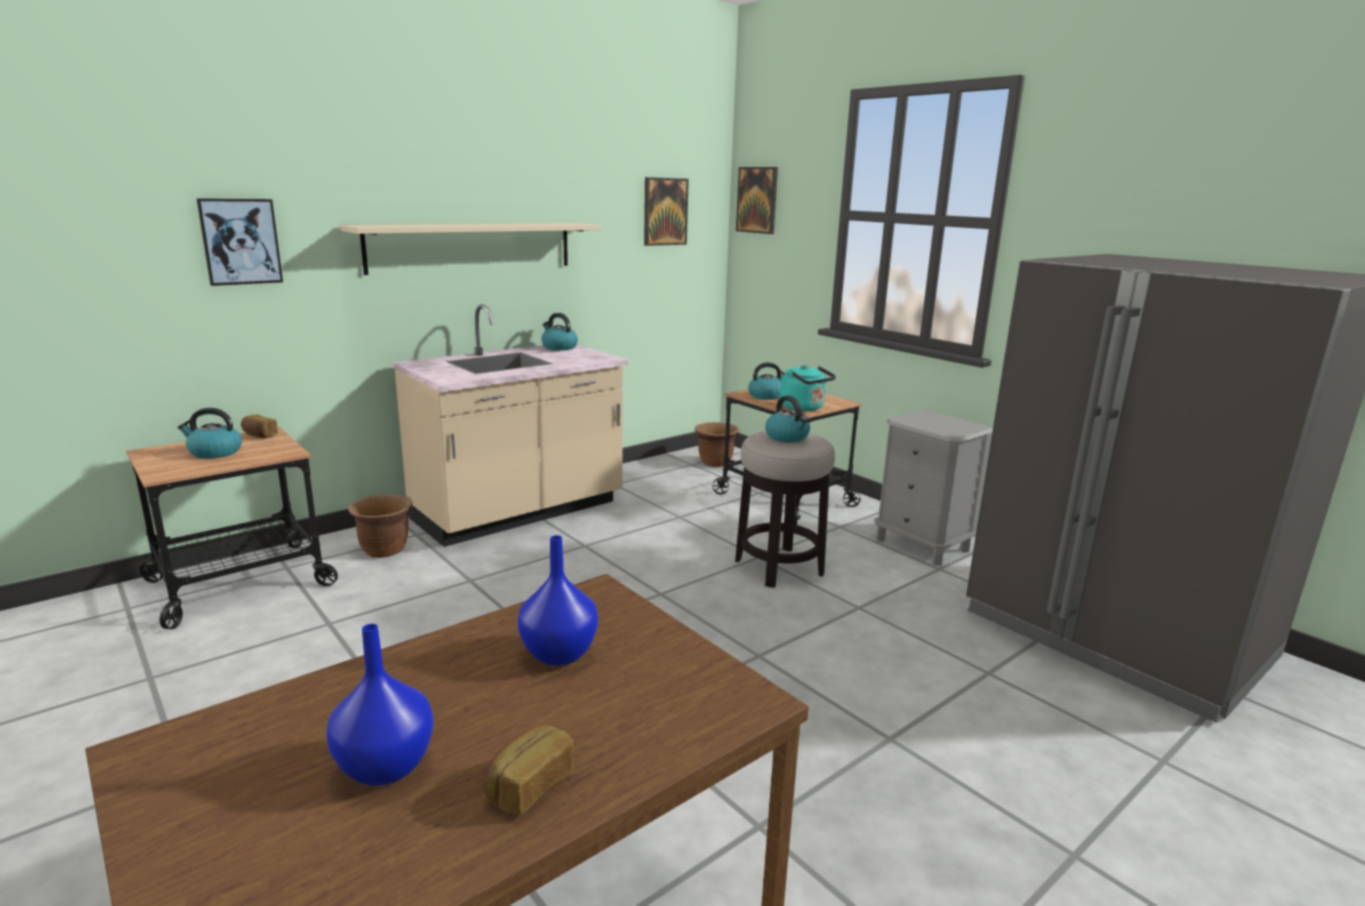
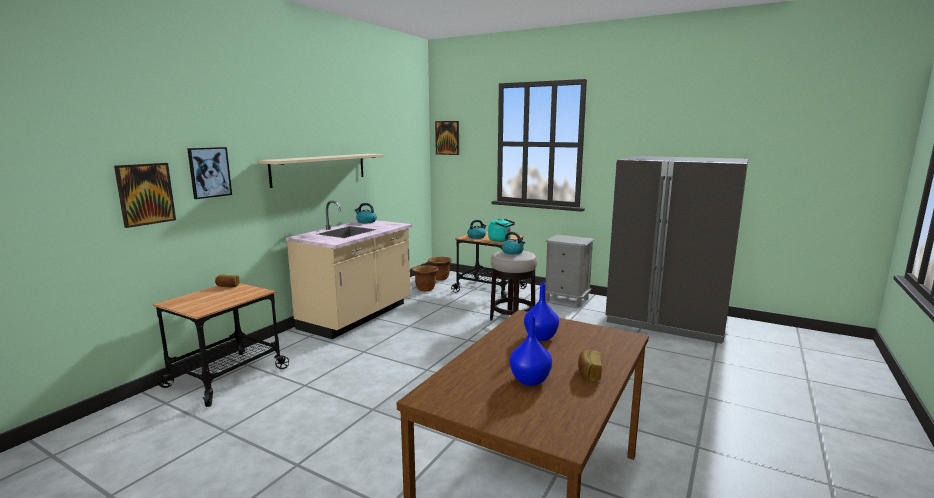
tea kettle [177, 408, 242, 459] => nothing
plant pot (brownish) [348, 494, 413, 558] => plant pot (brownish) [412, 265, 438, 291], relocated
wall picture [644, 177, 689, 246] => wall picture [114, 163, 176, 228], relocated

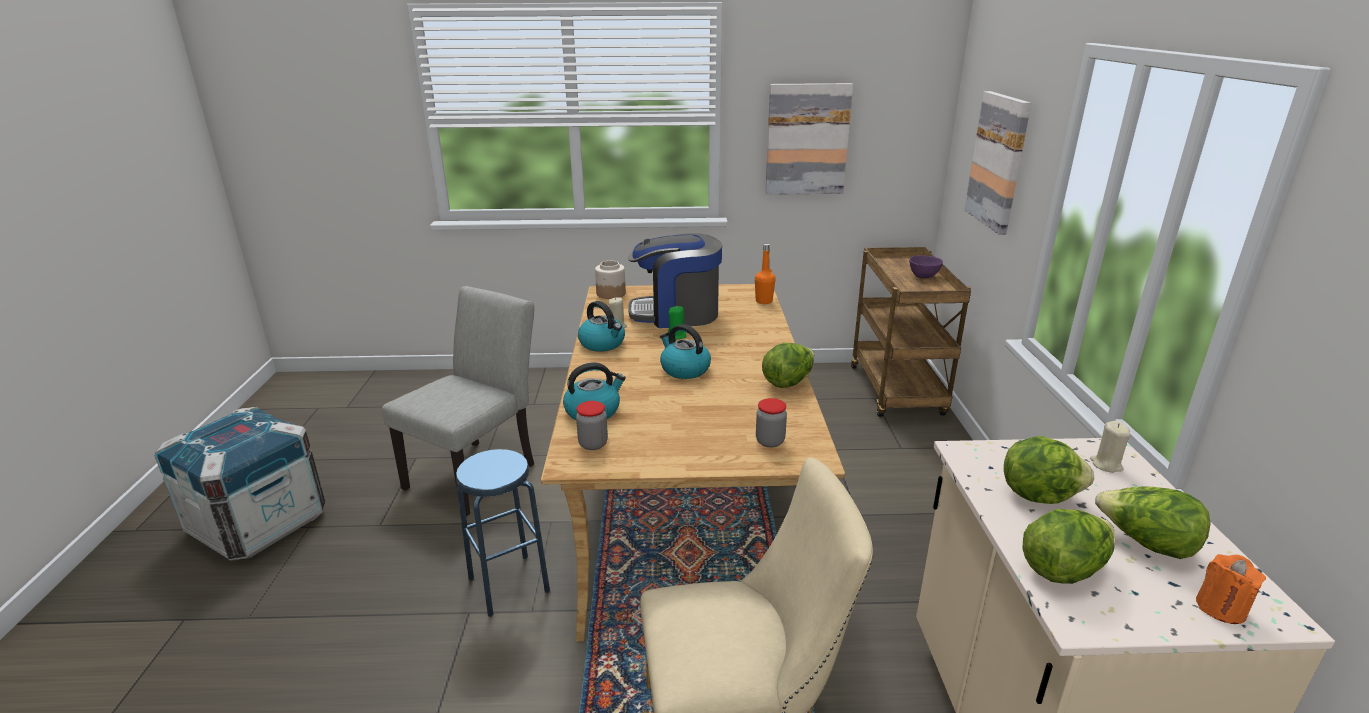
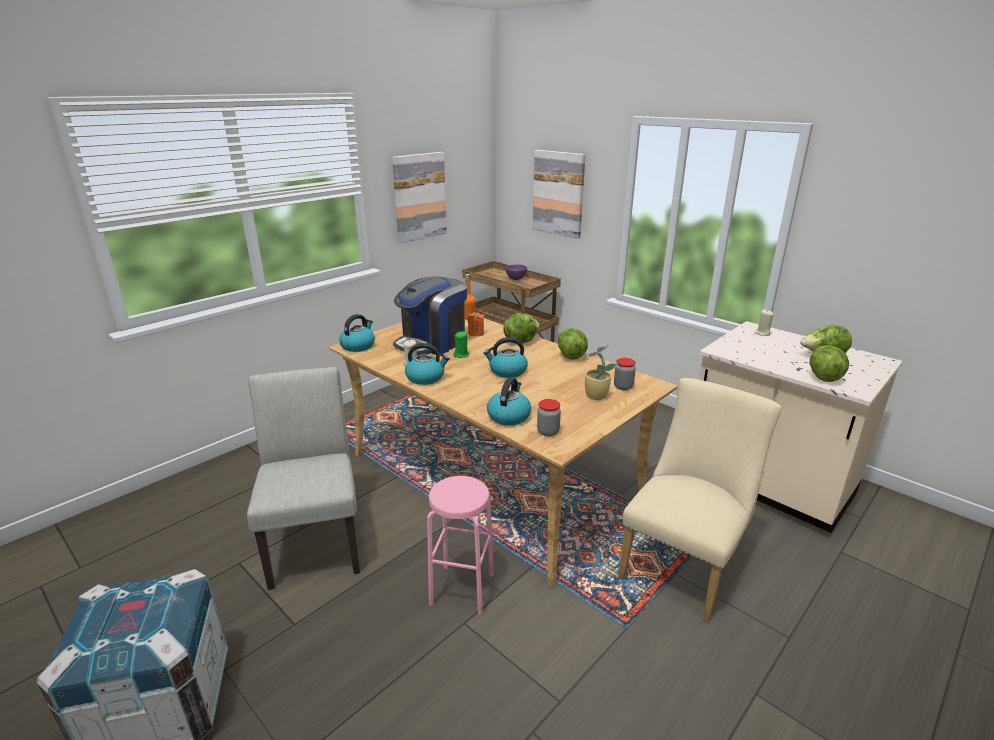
nothing => plant in a pot [583, 342, 616, 400]
head of lettuce [1004, 436, 1094, 504] => head of lettuce [503, 313, 540, 344], relocated
wax light (orange-coloured) [1196, 554, 1266, 624] => wax light (orange-coloured) [468, 311, 484, 336], relocated
preserve jar [595, 261, 626, 299] => tea kettle [339, 314, 375, 352]
sitting stool (bluish) [456, 449, 550, 617] => sitting stool (pink) [427, 476, 494, 615]

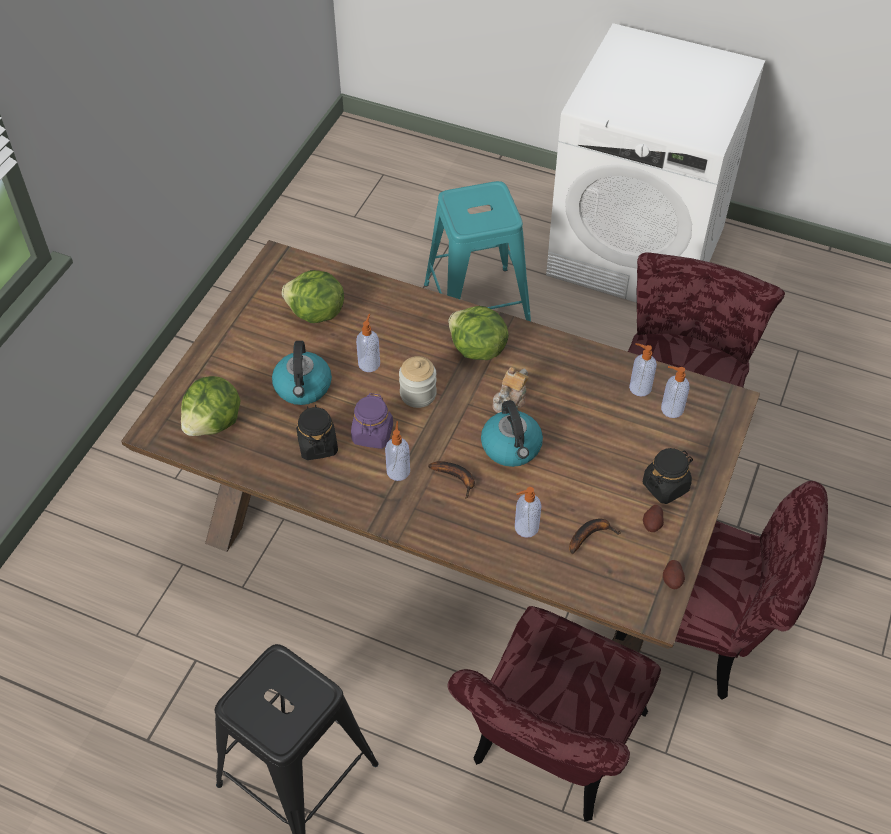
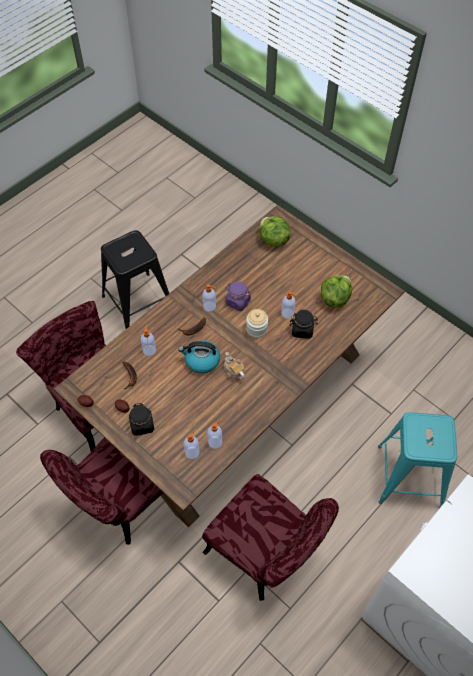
tea kettle [272, 341, 332, 405] => nothing
head of lettuce [448, 306, 509, 360] => nothing
preserve jar (blackish) [296, 405, 338, 460] => preserve jar (blackish) [290, 310, 318, 339], relocated

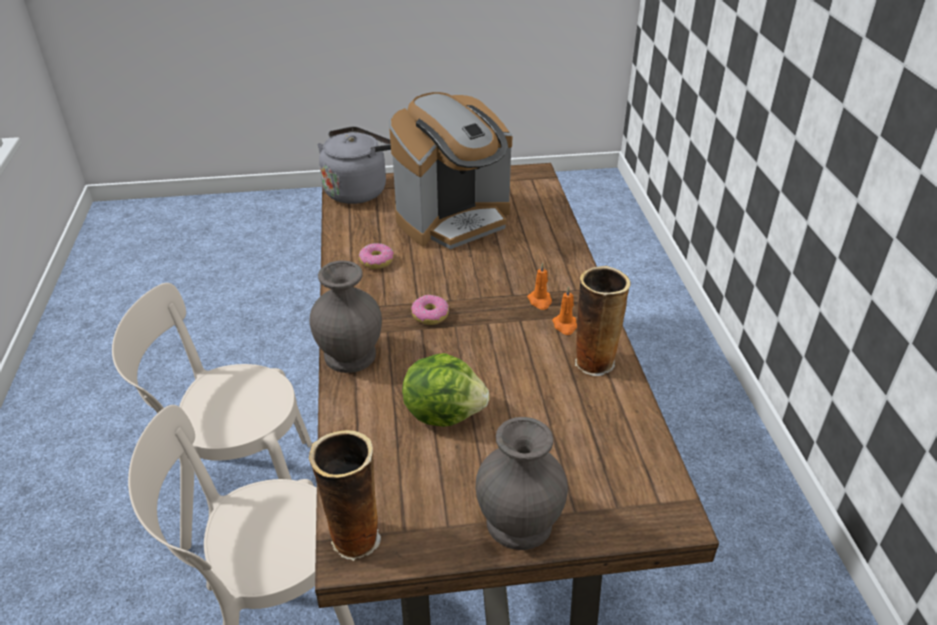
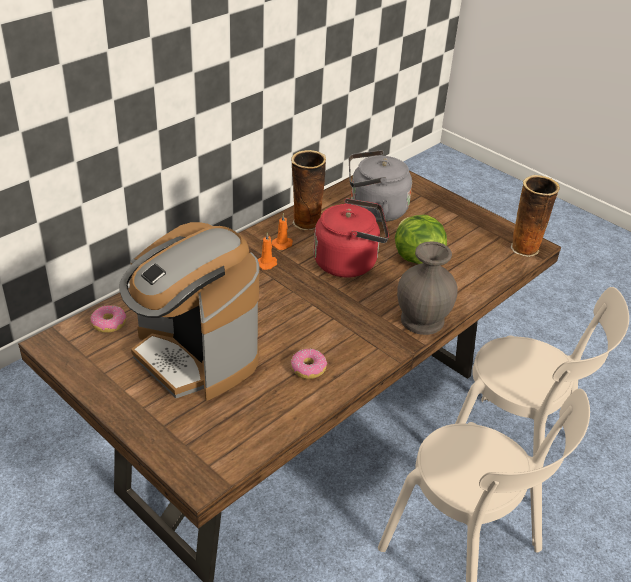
decorative vase (greyish) [476, 417, 568, 550] => nothing
nothing => tea kettle (red-coloured) [313, 198, 389, 278]
tea kettle (greyish) [317, 126, 391, 204] => tea kettle (greyish) [349, 150, 412, 222], relocated
ring doughnut [411, 295, 449, 325] => ring doughnut [91, 305, 126, 333], relocated
coffee brewer [389, 92, 513, 249] => coffee brewer [119, 222, 259, 401], 150 degrees counterclockwise

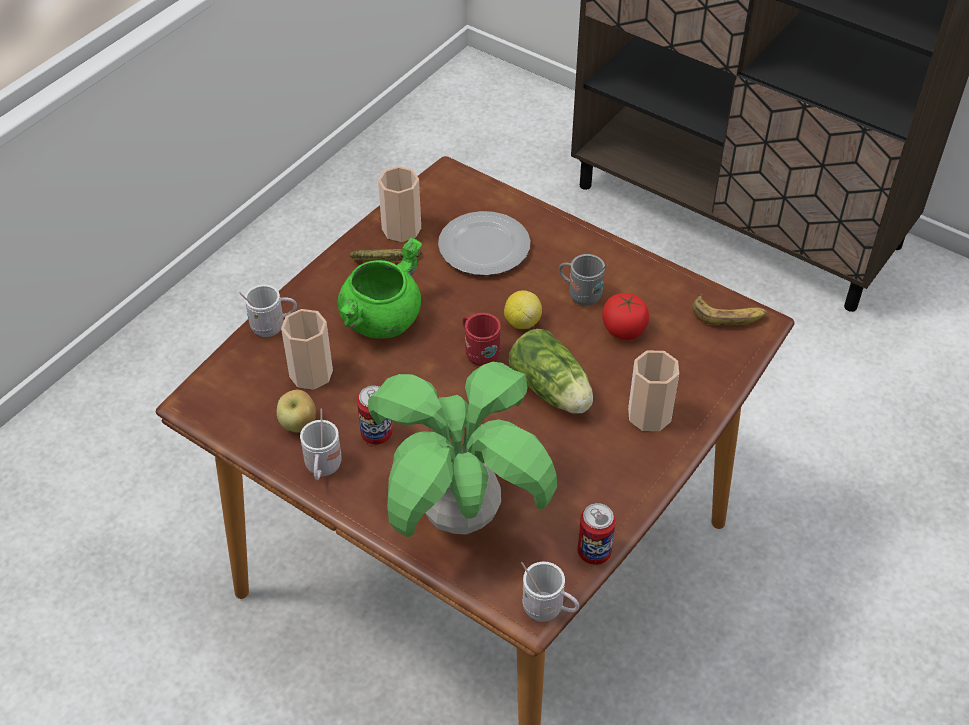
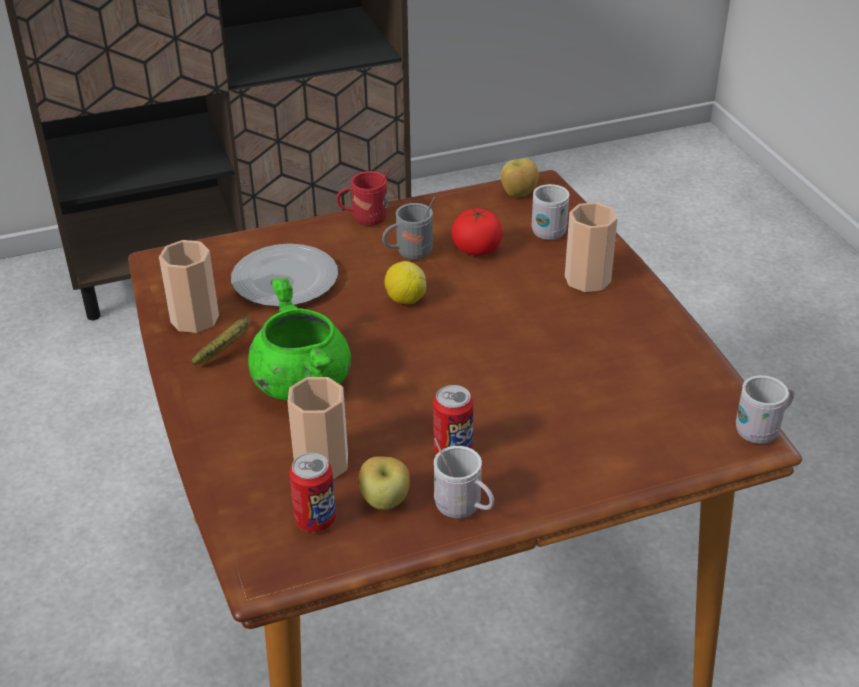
plant in a pot [368, 362, 557, 537] => nothing
head of lettuce [509, 329, 593, 414] => nothing
tea mug (white-coloured) [239, 284, 297, 337] => tea mug (white-coloured) [532, 184, 570, 240], relocated
tea mug (red-coloured) [462, 313, 501, 366] => tea mug (red-coloured) [336, 169, 390, 226], relocated
sealed can [577, 503, 616, 565] => sealed can [289, 453, 336, 532], relocated
banana fruit [692, 294, 767, 325] => apple [501, 158, 539, 197]

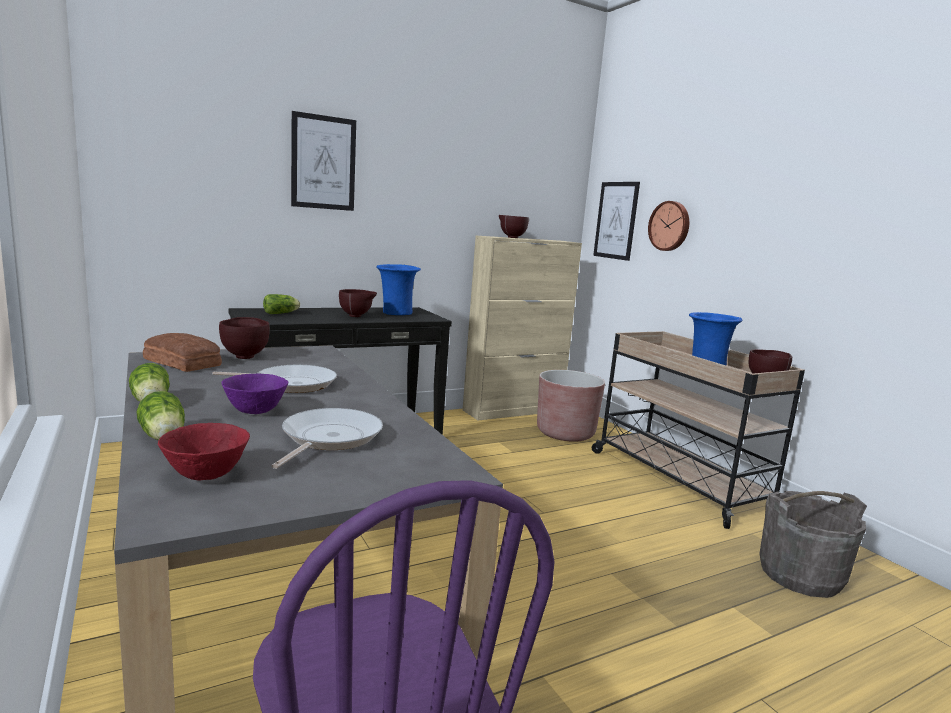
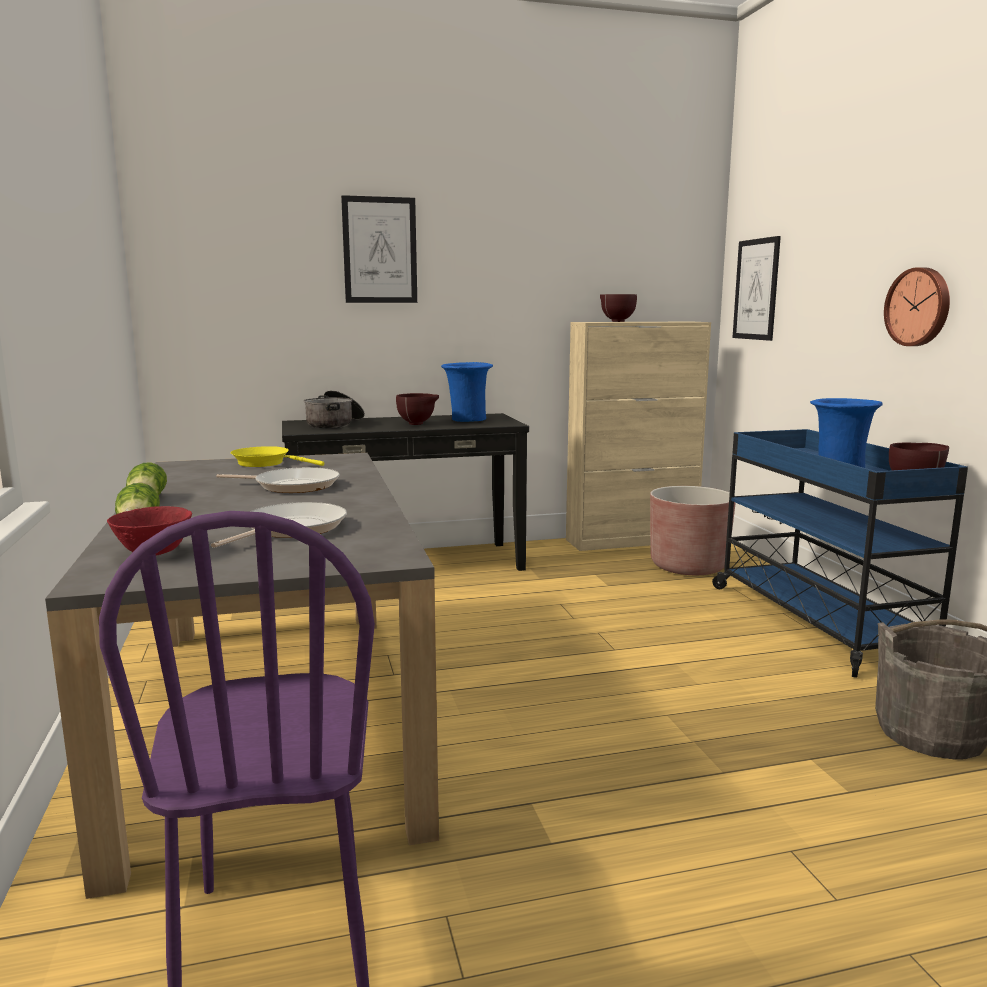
baked bread [143, 333, 222, 372] => nothing
bowl (purple-coloured) [222, 374, 289, 414] => nothing
wall clock [648, 201, 689, 251] => wall clock [884, 267, 950, 346], relocated
bowl (brownish) [219, 317, 270, 359] => frying pan (yellow) [231, 446, 324, 467]
head of lettuce [263, 294, 300, 314] => saucepot [304, 390, 365, 428]
cart (beige) [592, 331, 805, 529] => cart (bluish) [712, 429, 968, 678]

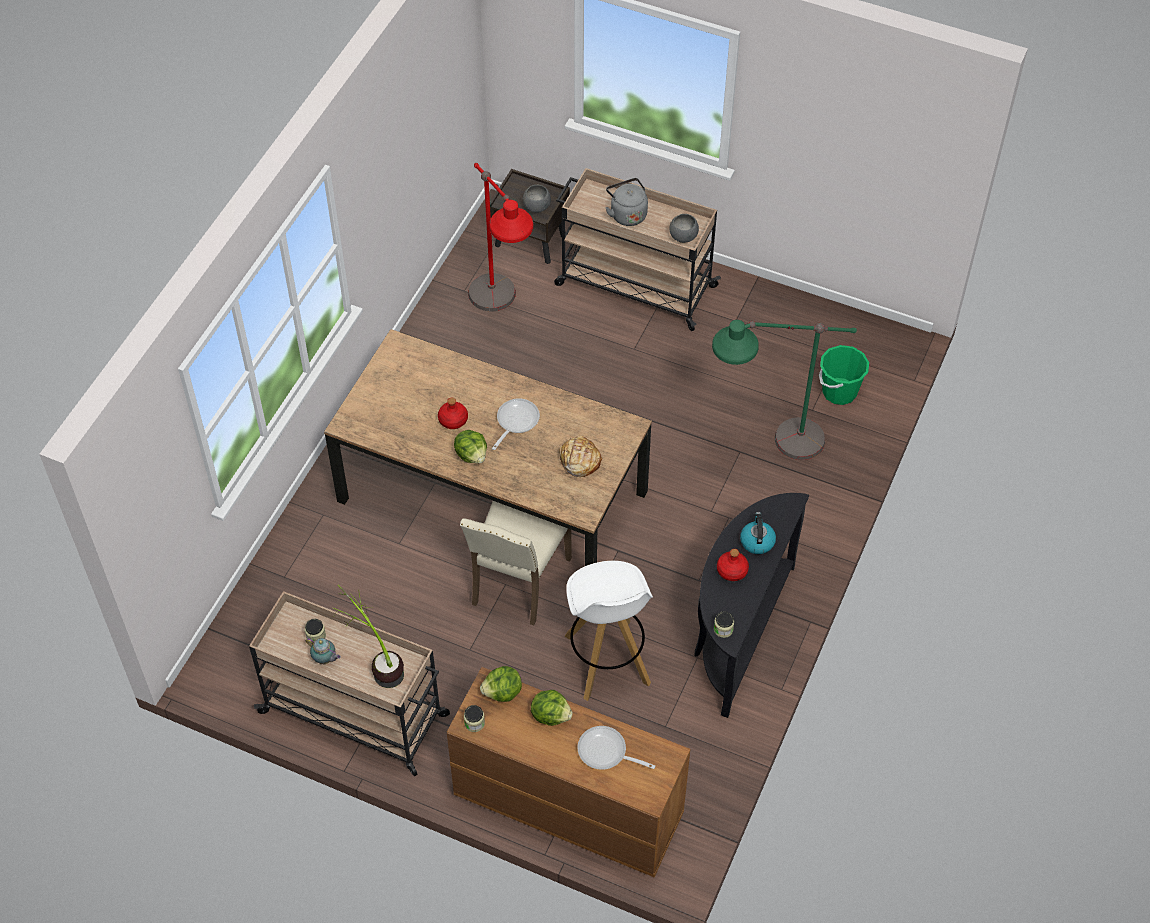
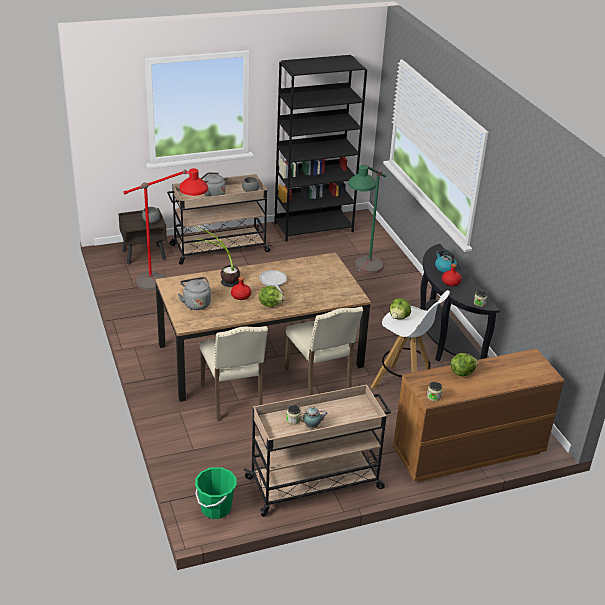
baked bread [558, 436, 602, 477] => nothing
frying pan [577, 726, 655, 770] => nothing
nothing => tea kettle (greyish) [178, 277, 211, 310]
nothing => plain chair (beige) [200, 326, 268, 421]
nothing => bookshelf (blackish) [274, 55, 367, 242]
plant in a pot [333, 584, 404, 688] => plant in a pot [193, 225, 240, 287], relocated
head of lettuce [480, 666, 522, 702] => head of lettuce [390, 298, 411, 320], relocated
water bucket (green-coloured) [819, 345, 869, 405] => water bucket (green-coloured) [195, 467, 236, 519], relocated

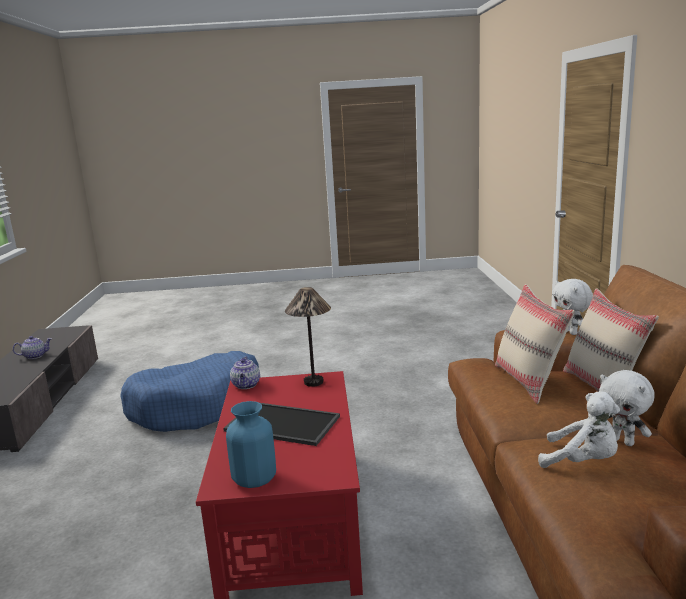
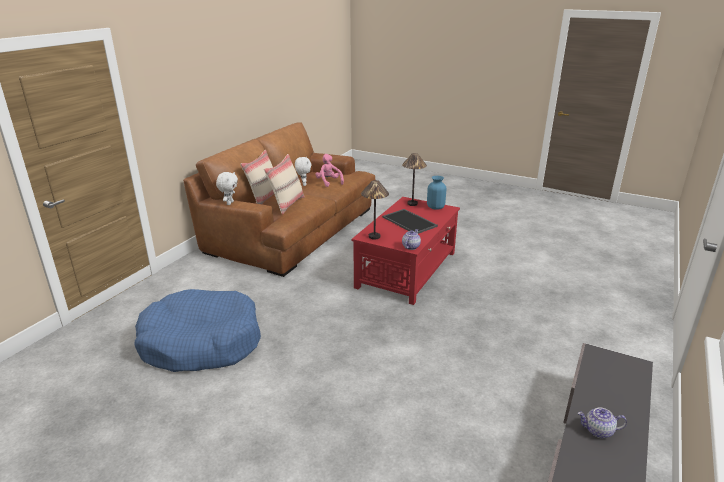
nothing => lamp for a table [402, 153, 427, 206]
pet bed (bluish) [120, 351, 259, 432] => pet bed (bluish) [134, 289, 261, 372], relocated
plush toy (white-coloured) [538, 391, 620, 468] => plush toy (pink) [315, 154, 344, 187]

